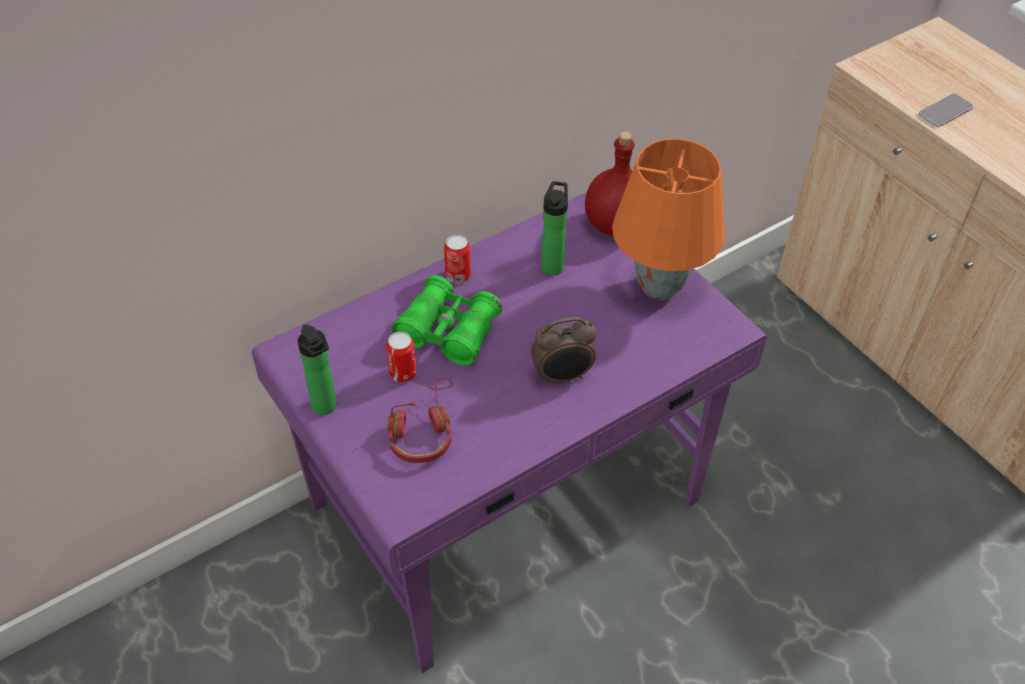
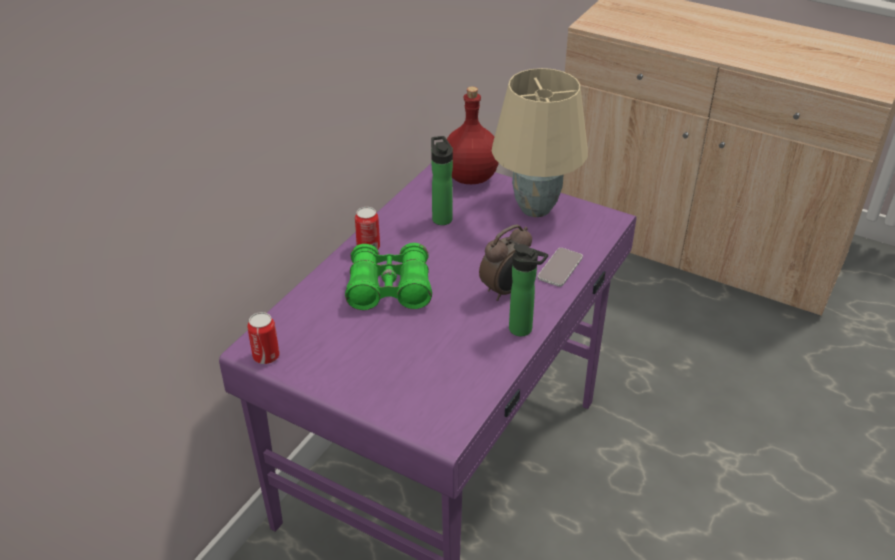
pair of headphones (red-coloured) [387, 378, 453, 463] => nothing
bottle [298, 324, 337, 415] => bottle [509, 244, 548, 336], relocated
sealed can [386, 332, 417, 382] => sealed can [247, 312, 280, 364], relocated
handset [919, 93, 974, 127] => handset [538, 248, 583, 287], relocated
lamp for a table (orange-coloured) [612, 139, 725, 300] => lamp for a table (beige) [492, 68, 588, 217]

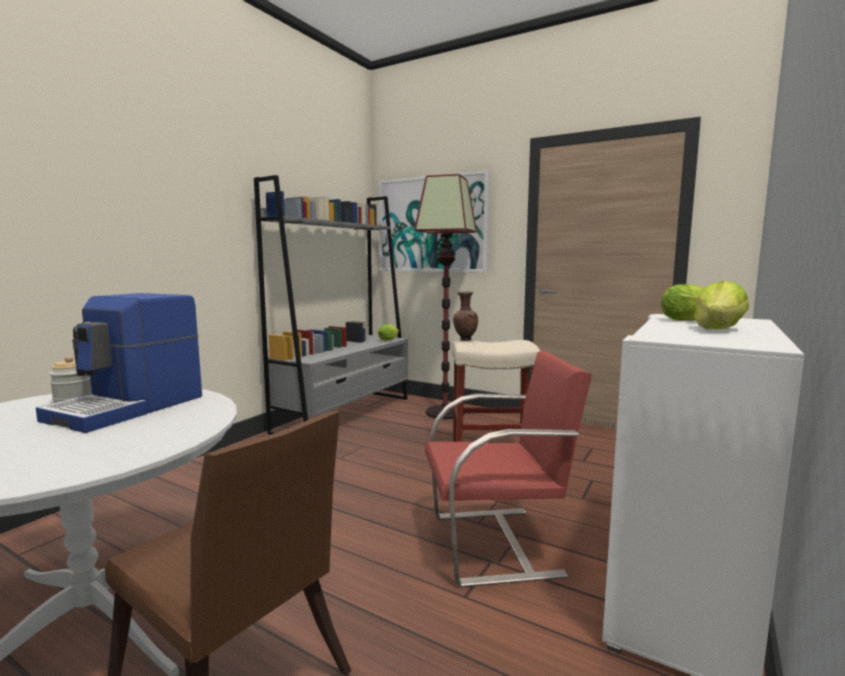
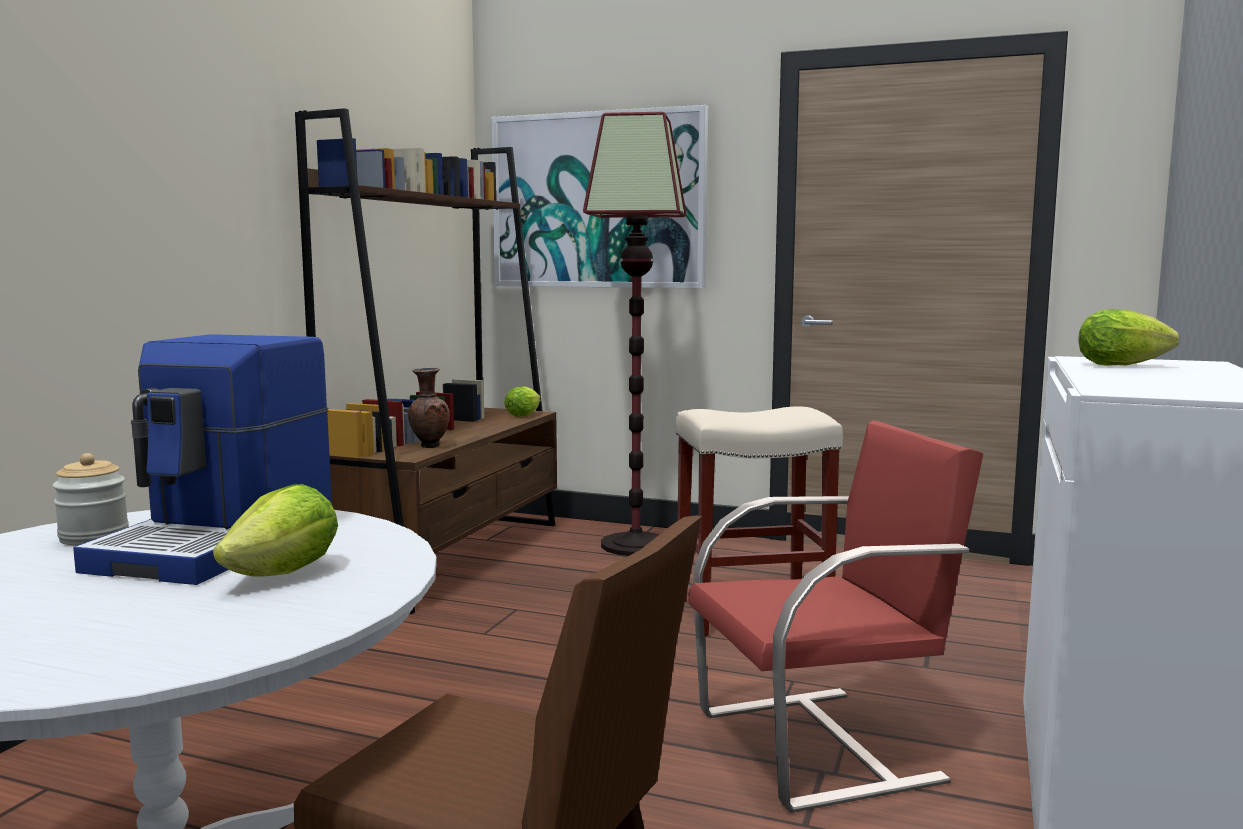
decorative vase (brownish) [453, 291, 478, 341] => decorative vase (brownish) [408, 368, 449, 448], relocated
head of lettuce [694, 281, 749, 329] => head of lettuce [213, 484, 338, 577], relocated
bookshelf (greyish) [254, 175, 408, 435] => bookshelf (brownish) [295, 108, 557, 614]

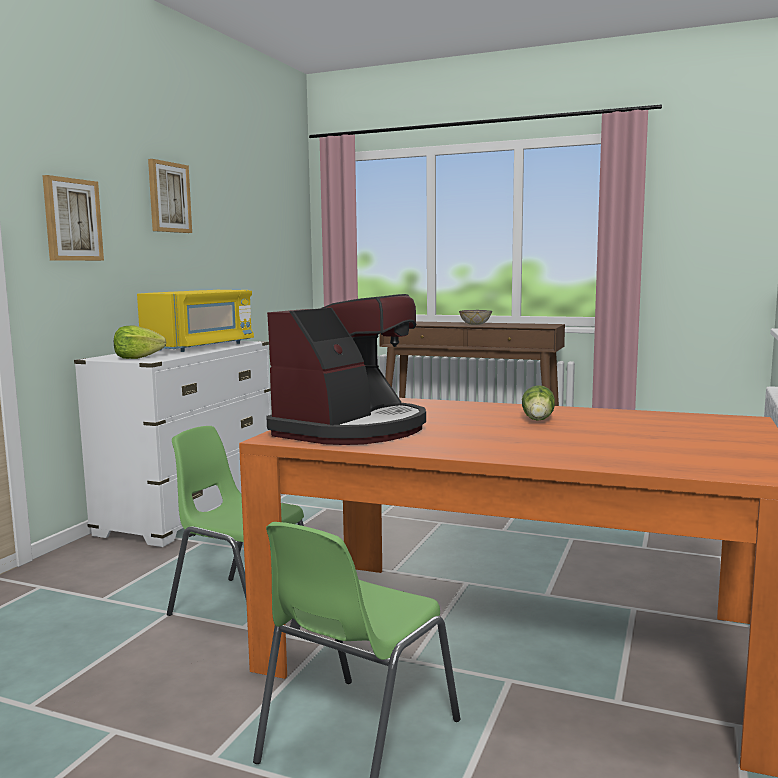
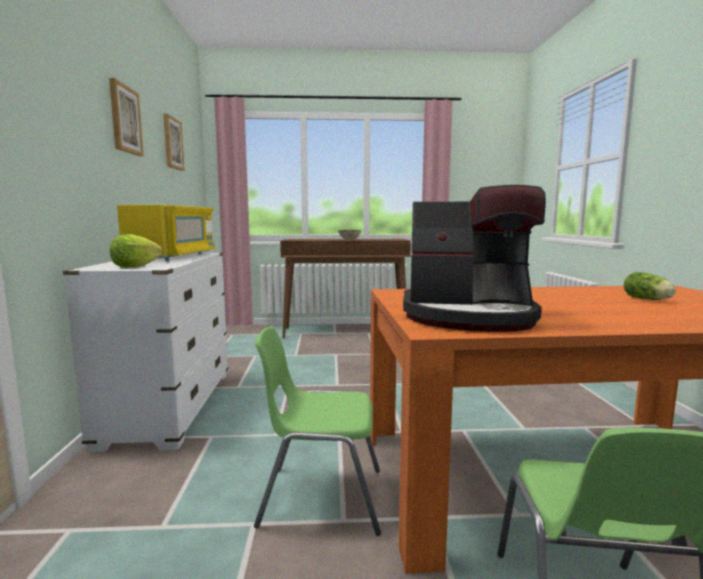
wall picture [42, 175, 104, 261] => wall picture [163, 113, 185, 171], relocated
head of lettuce [522, 385, 555, 421] => head of lettuce [624, 272, 676, 300], relocated
coffee brewer [266, 294, 426, 445] => coffee brewer [403, 185, 546, 332], 90 degrees clockwise

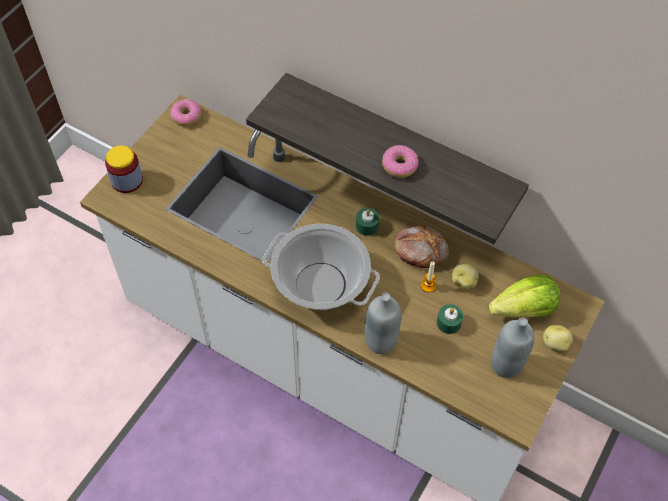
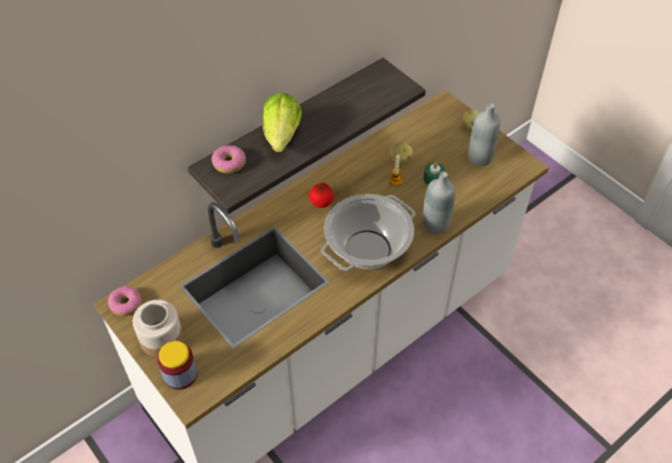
baked bread [394, 225, 449, 268] => nothing
nothing => preserve jar [133, 300, 183, 358]
ring doughnut [382, 145, 419, 178] => ring doughnut [211, 145, 246, 173], relocated
head of lettuce [489, 274, 560, 318] => head of lettuce [263, 92, 302, 152], relocated
wax light (green-coloured) [356, 208, 379, 236] => tomato [309, 183, 334, 208]

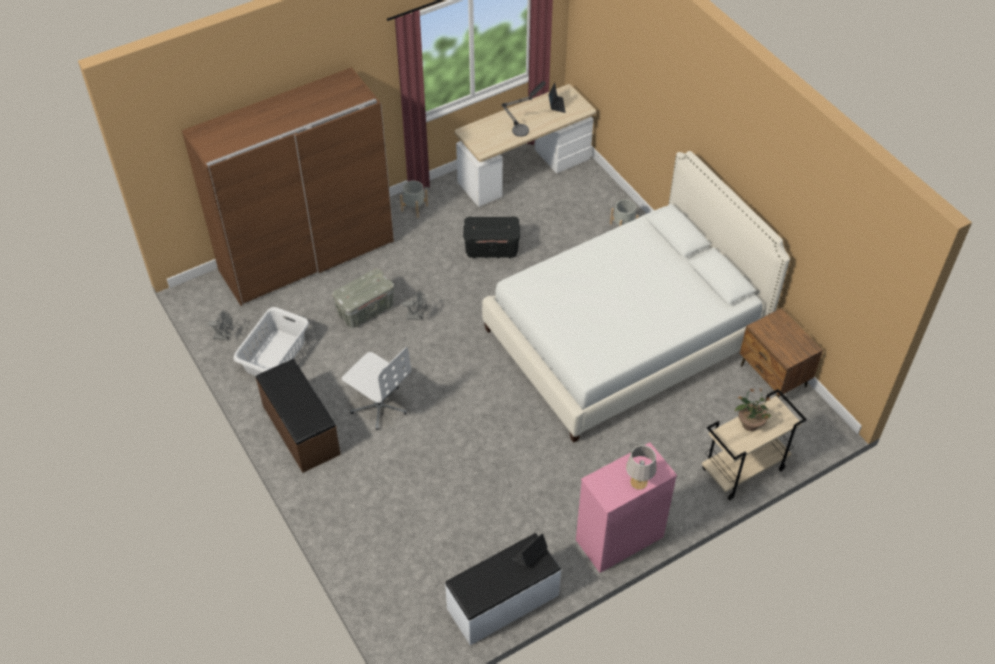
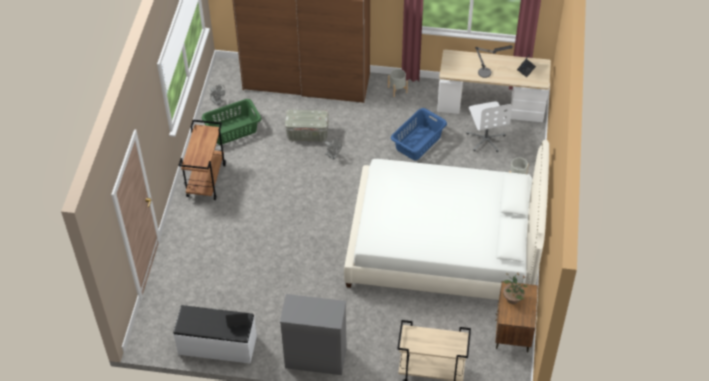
lamp for a table (greyish) [626, 445, 657, 490] => nothing
computer chair (white-coloured) [342, 347, 411, 430] => computer chair (white-coloured) [466, 101, 512, 152], relocated
plant in a pot [734, 388, 772, 431] => plant in a pot [503, 273, 528, 304], relocated
bench (brownish) [256, 359, 341, 473] => cart (brownish) [178, 120, 226, 200]
storage box (blackish) [463, 217, 520, 259] => laundry basket (bluish) [391, 108, 447, 160]
laundry basket (white-coloured) [233, 307, 309, 376] => laundry basket (green-coloured) [202, 99, 262, 145]
drawer chest (pink) [576, 442, 677, 573] => drawer chest (greyish) [280, 294, 347, 375]

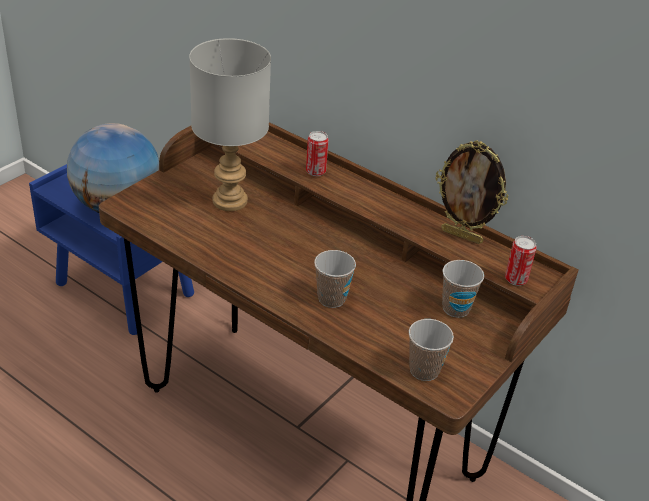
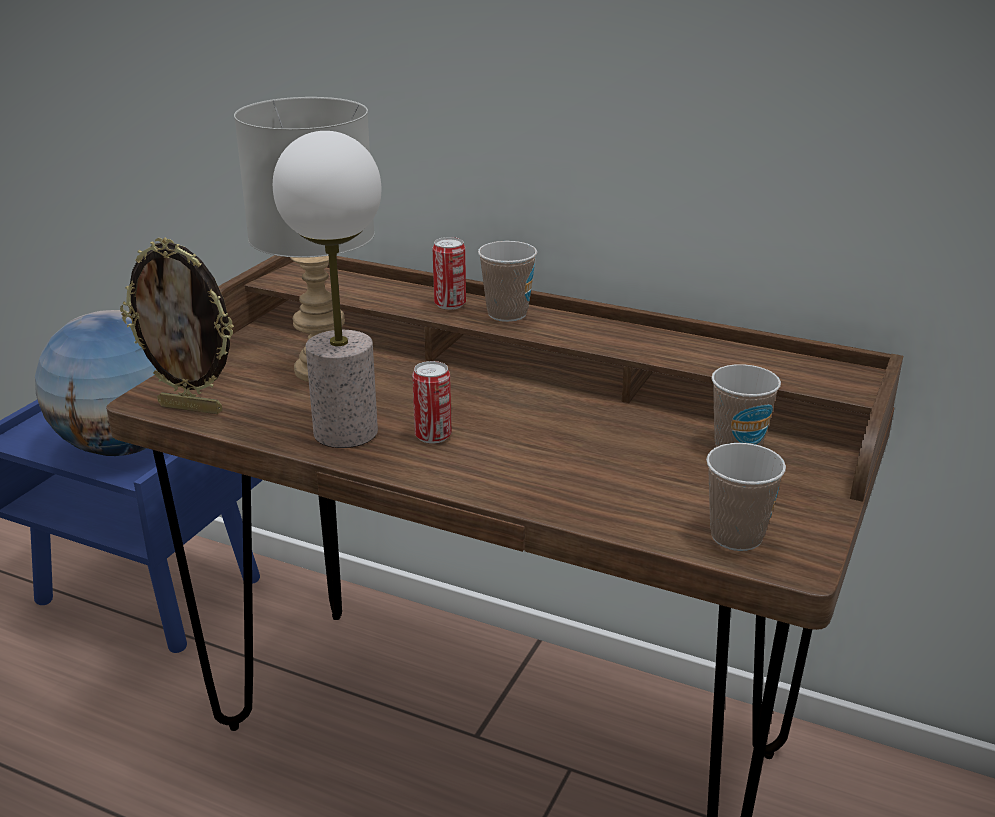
nothing => lamp for a table [273, 131, 381, 448]
small cup [314, 250, 356, 308] => small cup [478, 241, 537, 322], relocated
photo frame [435, 140, 508, 244] => photo frame [120, 237, 234, 414], relocated
sealed can [505, 236, 537, 286] => sealed can [412, 361, 452, 444], relocated

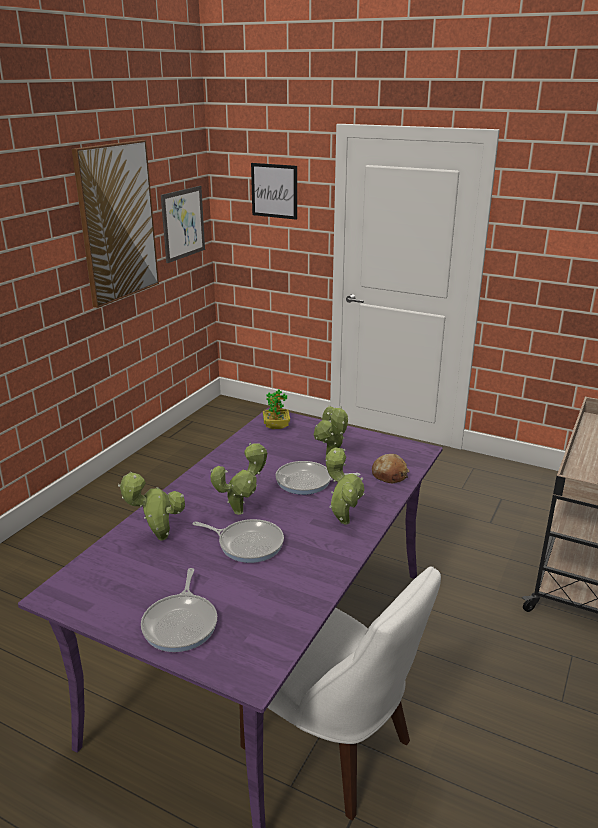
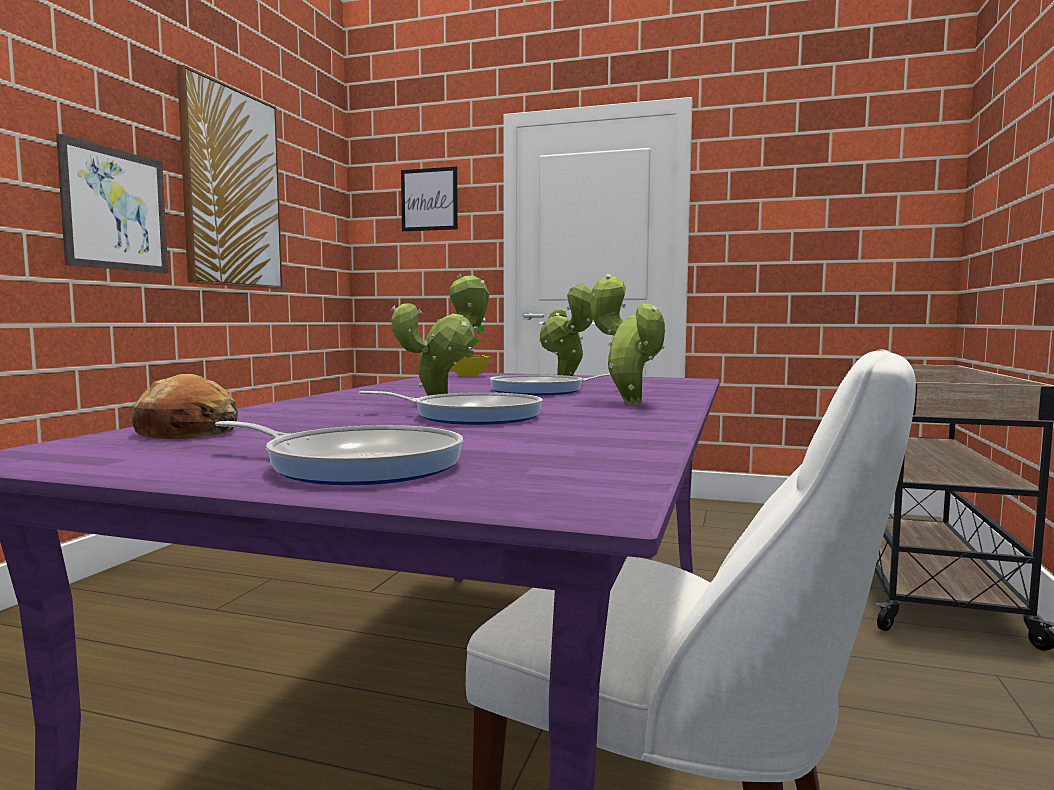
plant in a pot [118, 472, 185, 541] => nothing
wall picture [161, 186, 205, 263] => wall picture [56, 134, 168, 273], relocated
baked bread [372, 454, 409, 483] => baked bread [132, 374, 238, 439], relocated
frying pan [141, 568, 217, 652] => frying pan [215, 421, 463, 485], 60 degrees counterclockwise

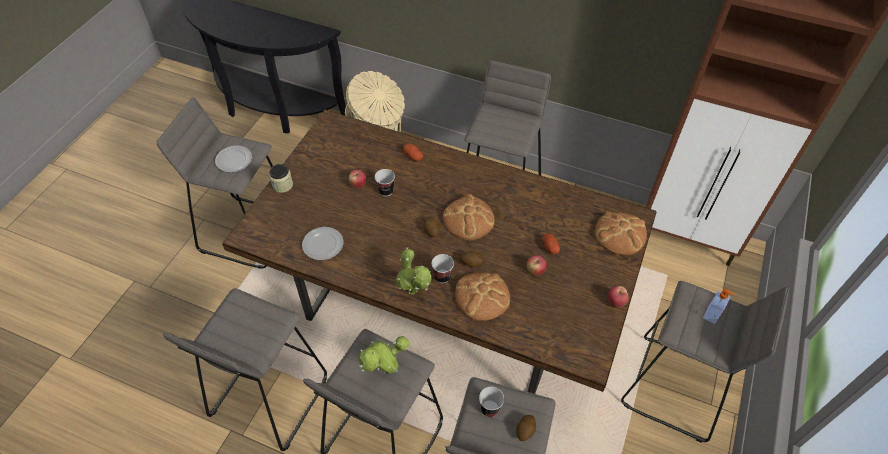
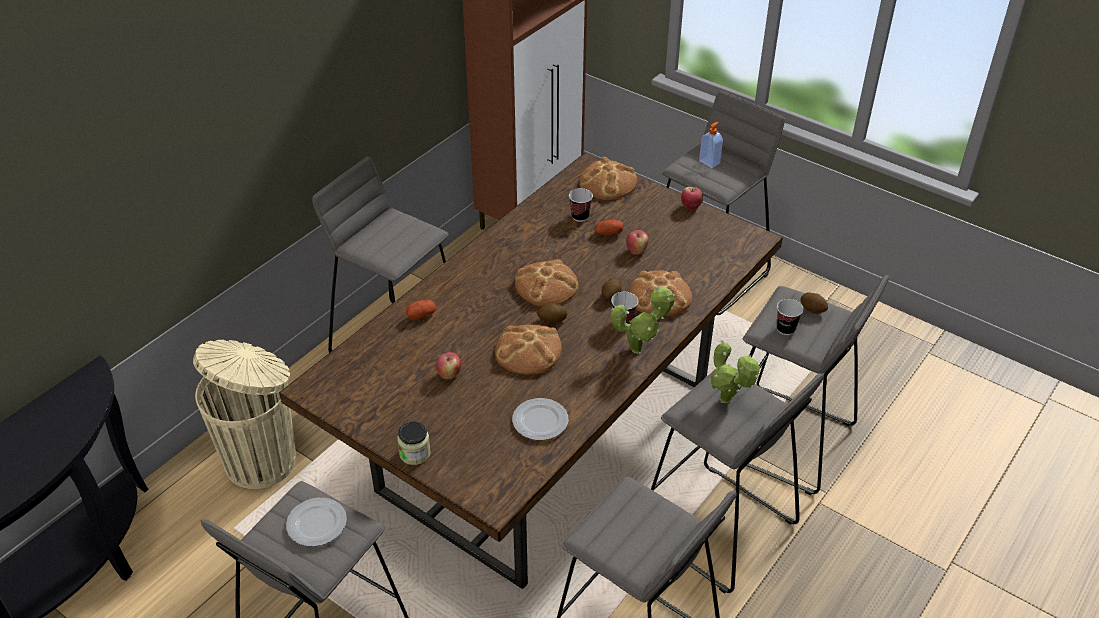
nothing => baked bread [495, 325, 562, 375]
small cup [375, 169, 395, 196] => small cup [569, 188, 593, 222], relocated

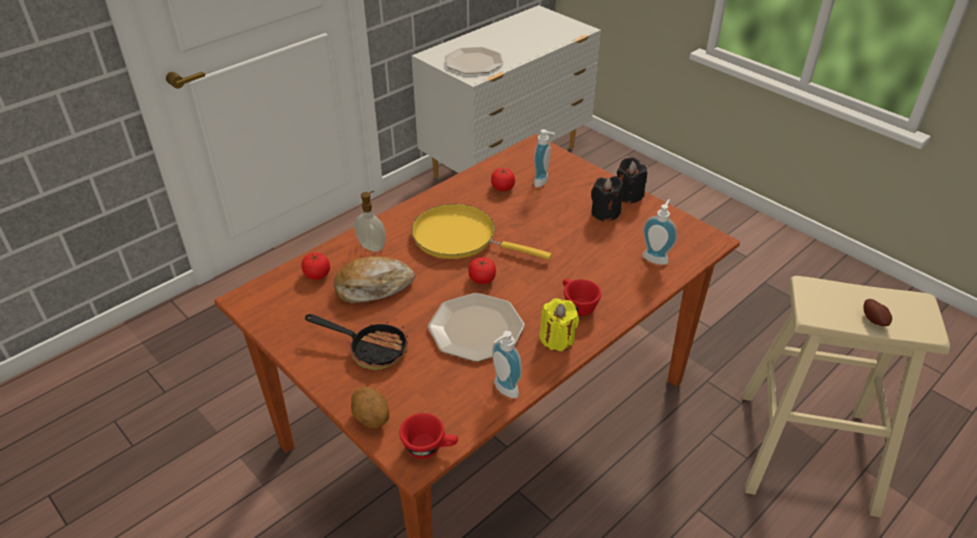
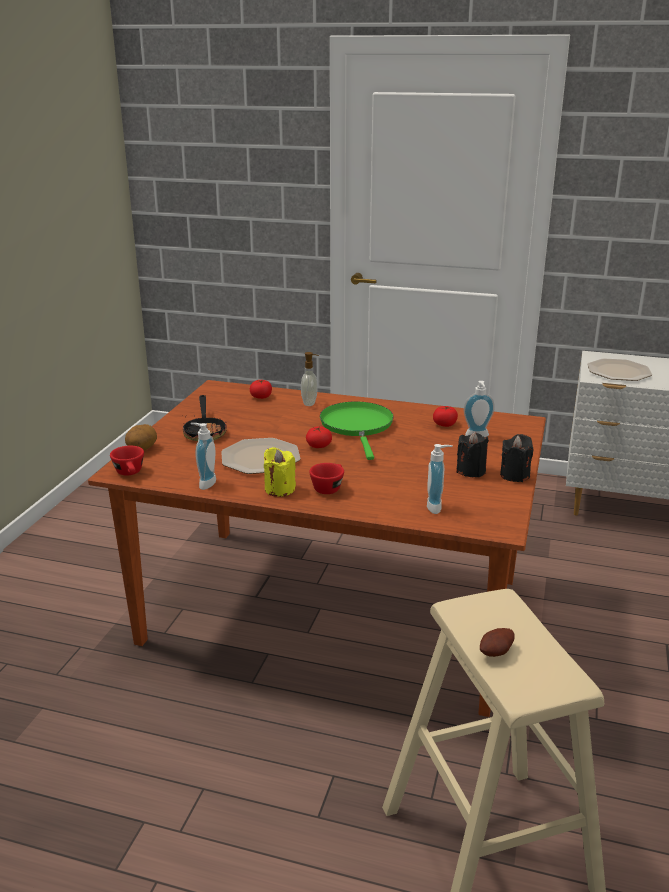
baked bread [334, 256, 415, 303] => nothing
frying pan (yellow) [411, 204, 551, 260] => frying pan (green-coloured) [320, 402, 394, 460]

